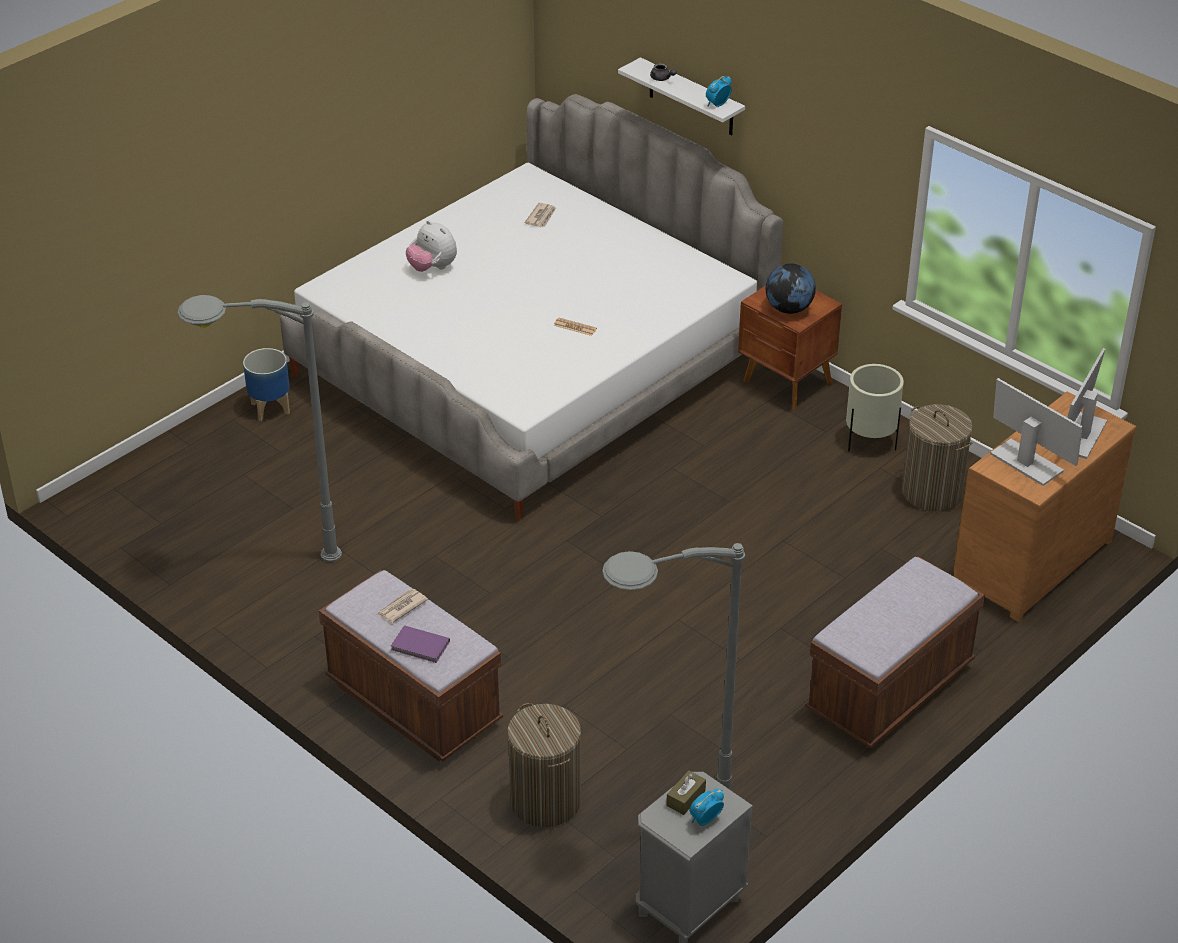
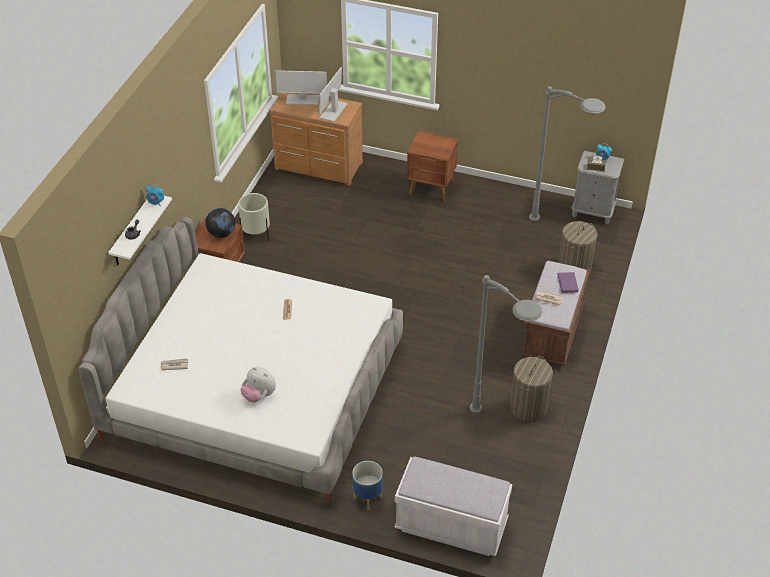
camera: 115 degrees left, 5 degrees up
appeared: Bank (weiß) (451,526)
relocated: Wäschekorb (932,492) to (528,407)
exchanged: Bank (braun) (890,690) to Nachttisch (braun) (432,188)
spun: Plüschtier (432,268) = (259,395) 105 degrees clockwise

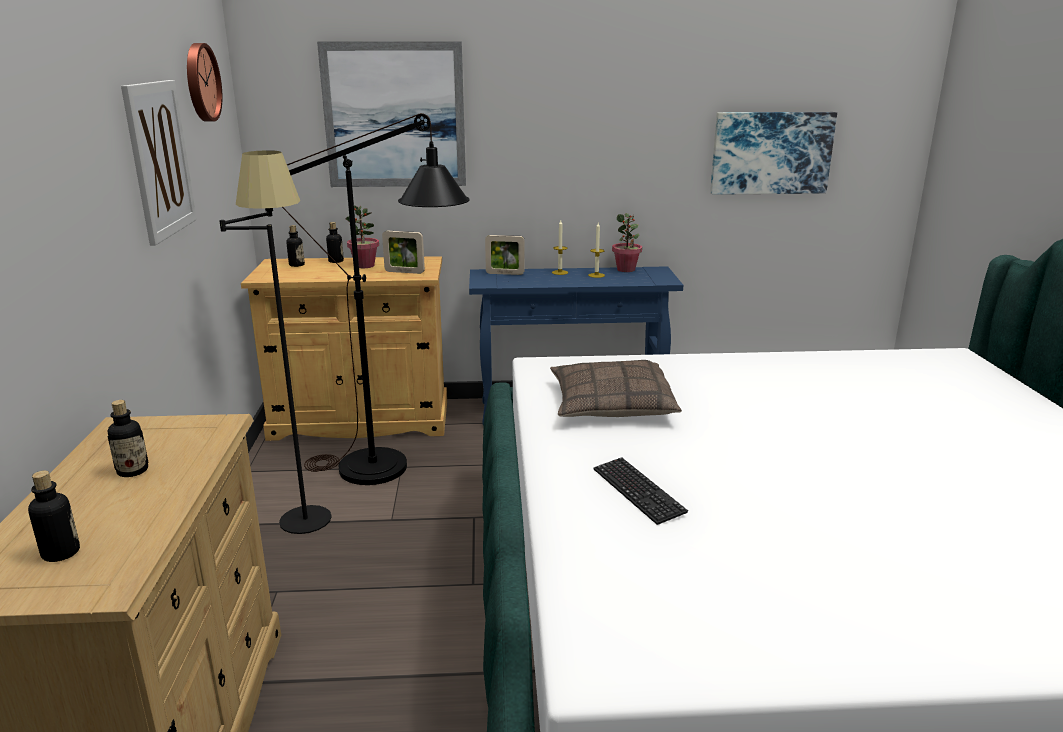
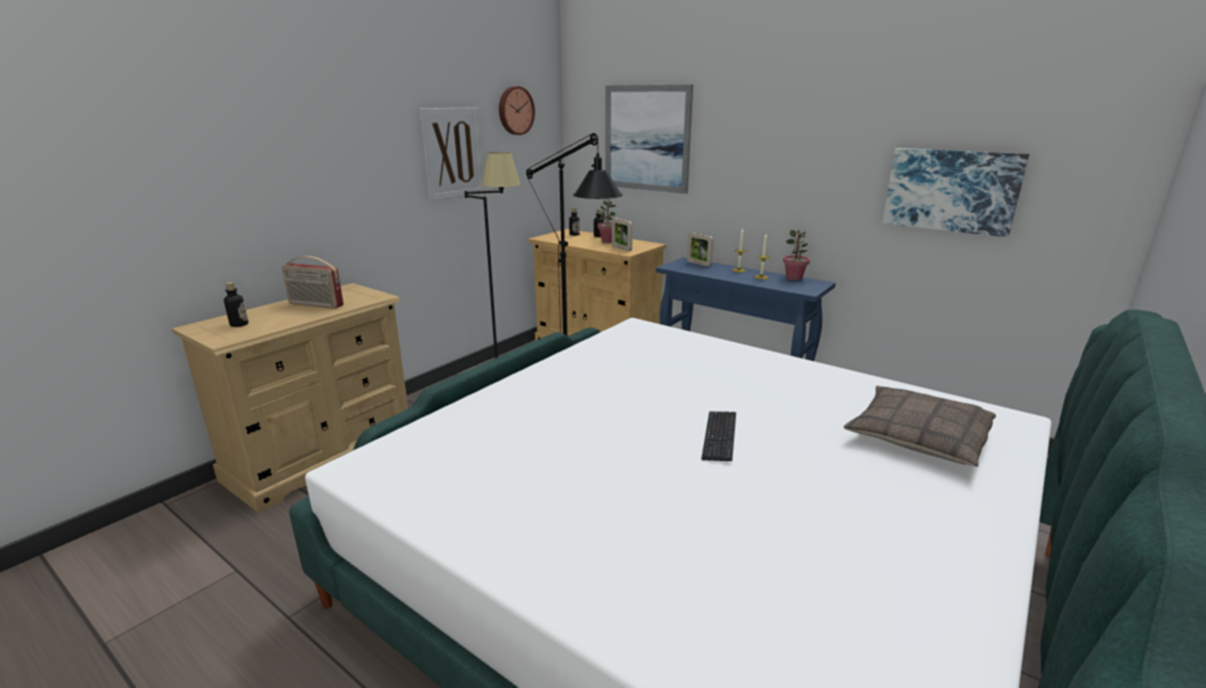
camera: 40 degrees right, 0 degrees up
relocated: Kissen (611,404) to (917,436); Tastatur (638,492) to (719,437)
exchanged: Flasche (132,471) to Radio (315,305)

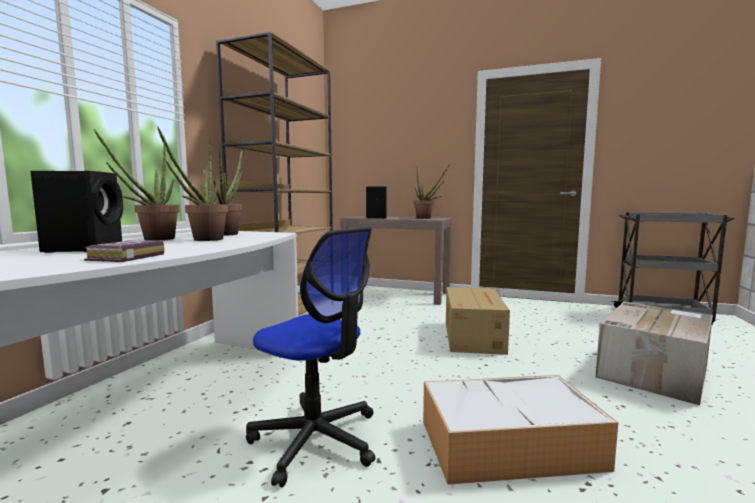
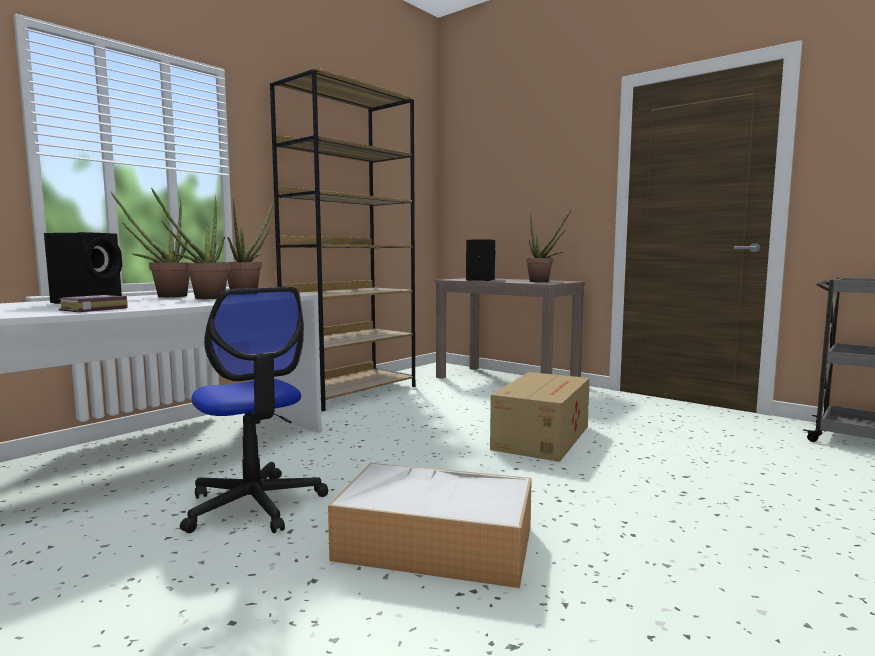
camera: 20 degrees right, 0 degrees up
missing: Karton (653,370)

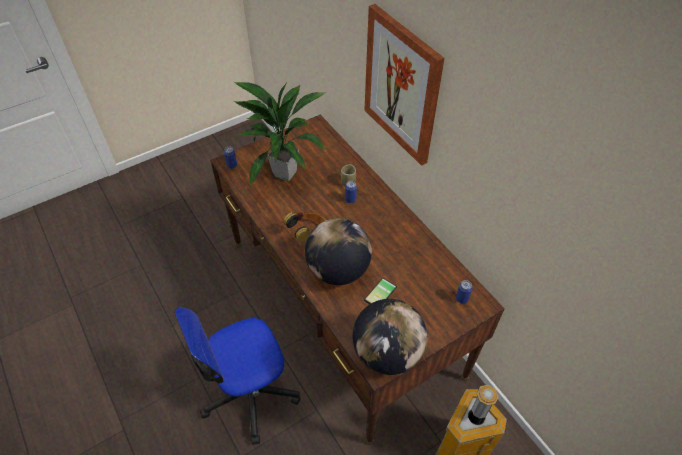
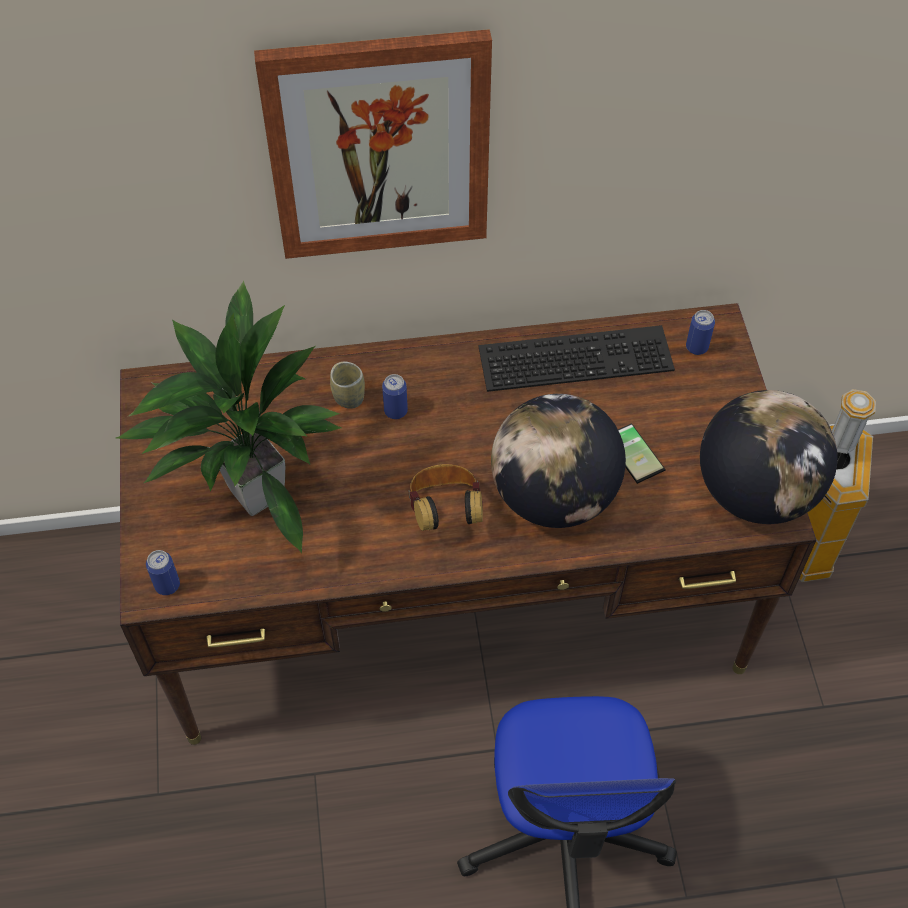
camera: 65 degrees left, 5 degrees up
appeared: Tastatur (577,355)

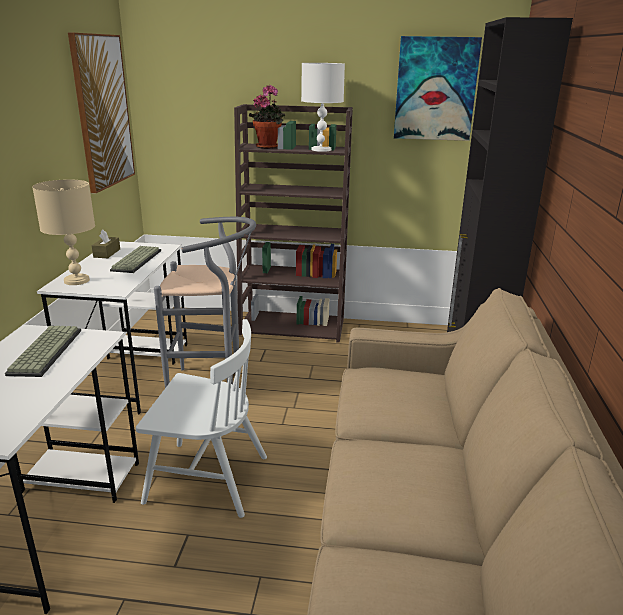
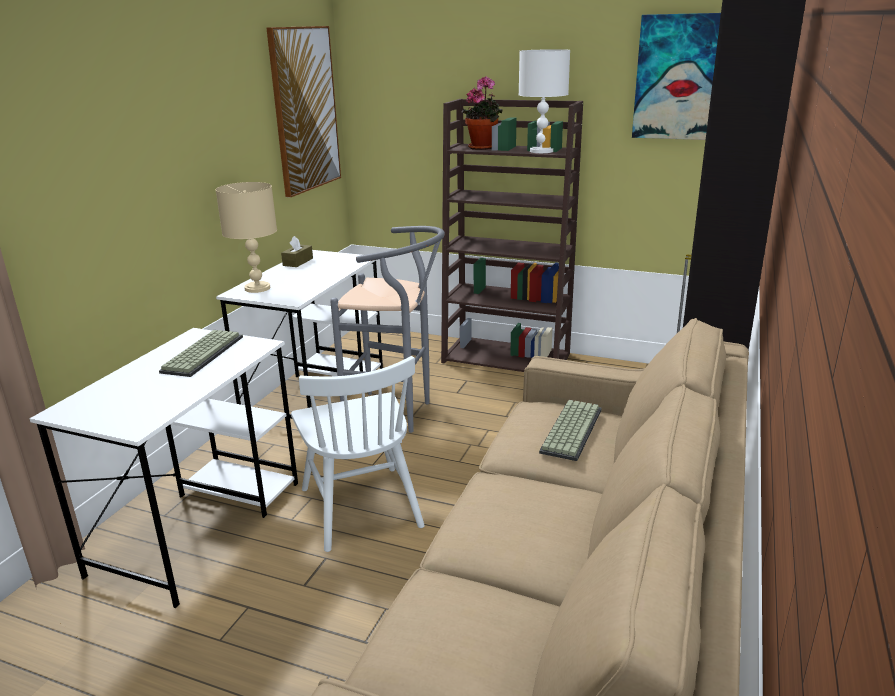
camera: 15 degrees right, 0 degrees up
relocated: Tastatur (136,260) to (570,429)
spun: Stuhl (weiß) (206,478) = (361,507) 45 degrees clockwise

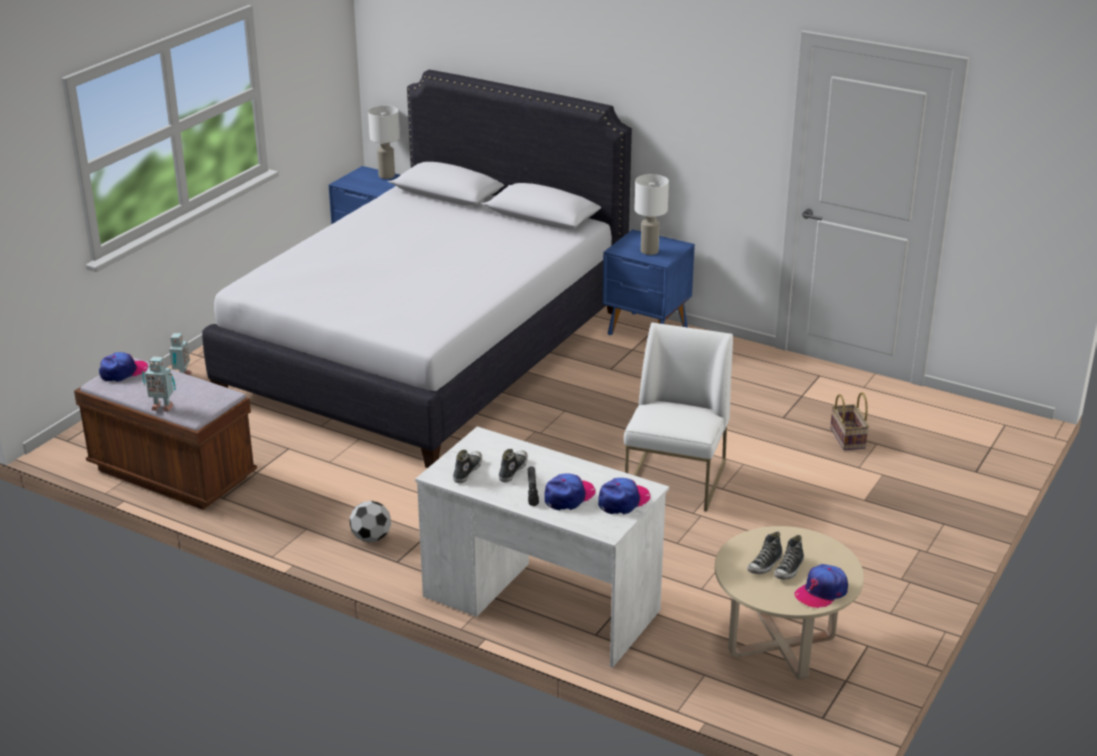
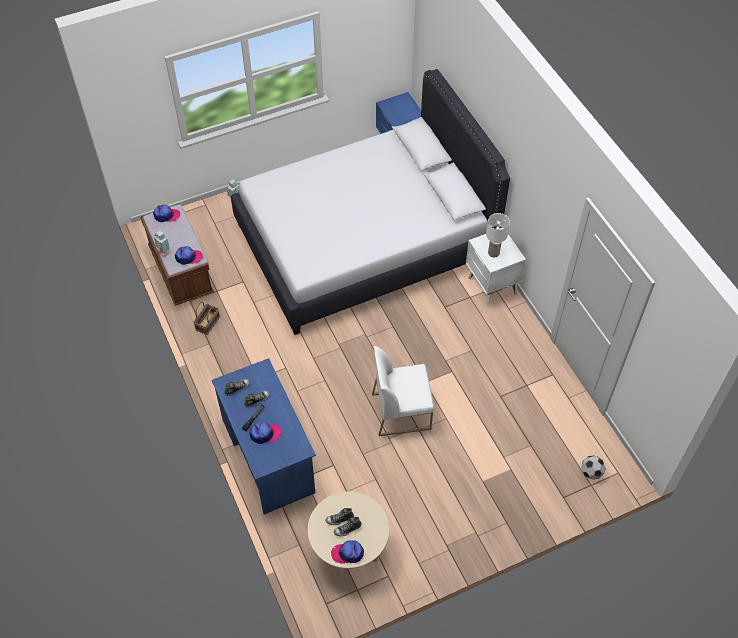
camera: 35 degrees right, 25 degrees up
missing: Tischlampe (weiß) (386,176)
relocated: Fußball (371,538) to (591,472); Kappe (623,501) to (188,257); Korb (849,438) to (208,324)
colour: Schreibtisch (weiß) (540,603) to Schreibtisch (blau) (268,455); Nachttisch (blau) (648,331) to Nachttisch (weiß) (492,286)
spun: Stuhl (weiß) (676,481) = (401,411) 150 degrees counterclockwise

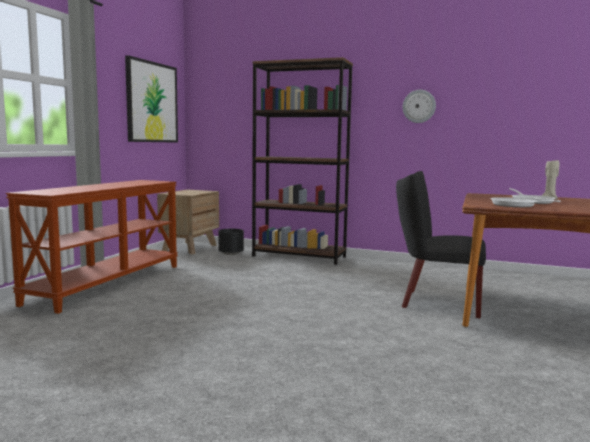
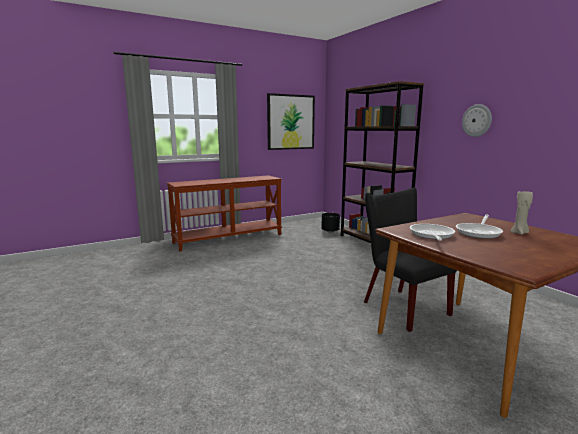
camera: 40 degrees right, 5 degrees up
missing: Nachttisch (braun) (190,248)

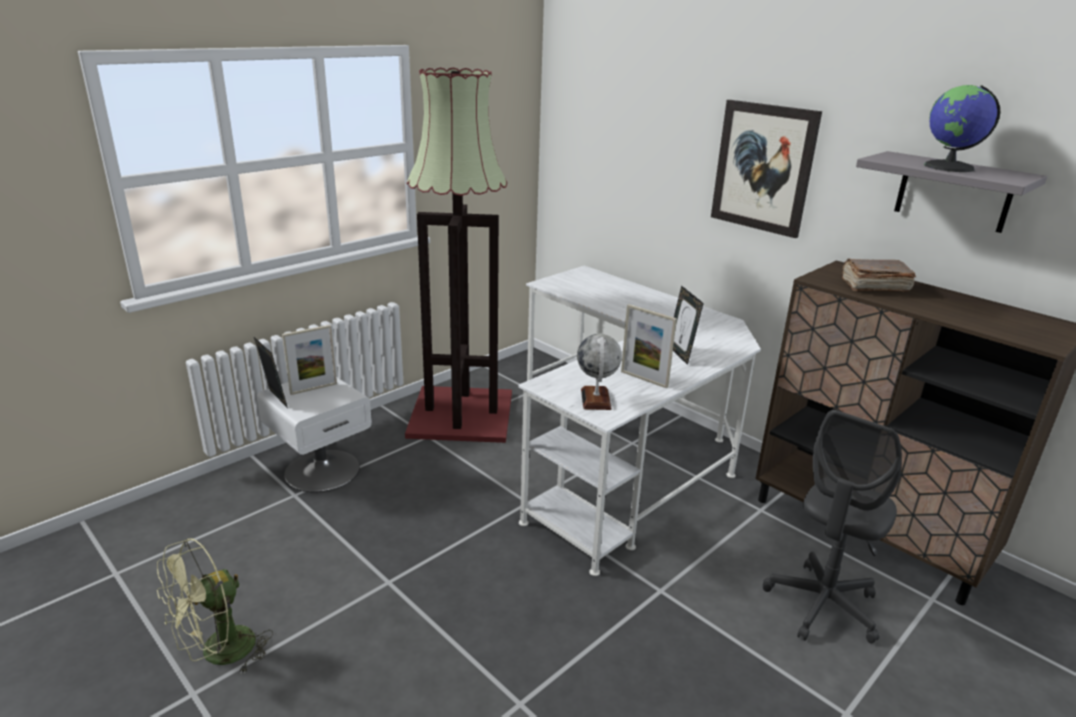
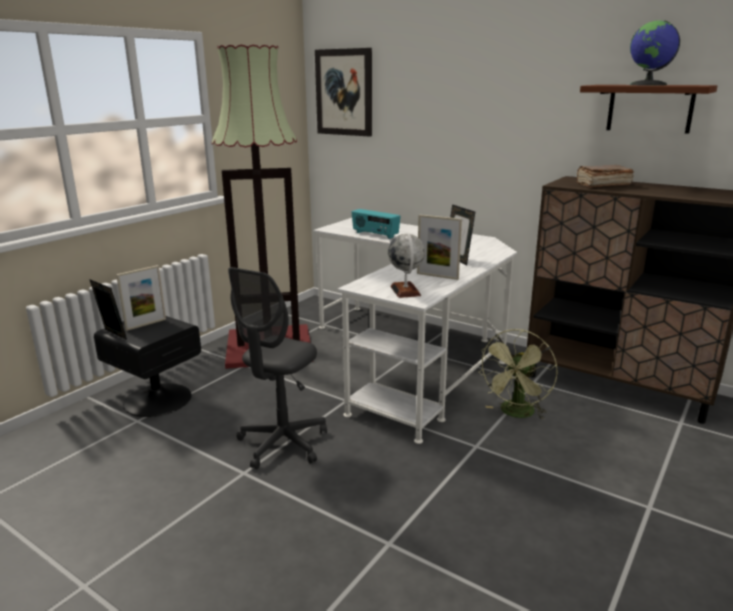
camera: 10 degrees left, 5 degrees down
appeared: Radio (375,235)
relocated: Ventilator (grün) (218,654) to (516,414); Bild (763,168) to (344,92); Bürostuhl (grau) (822,605) to (282,444)
colour: Nachttisch (weiß) (321,469) to Nachttisch (schwarz) (157,399); Wandregal (grau) (954,192) to Wandregal (braun) (650,108)

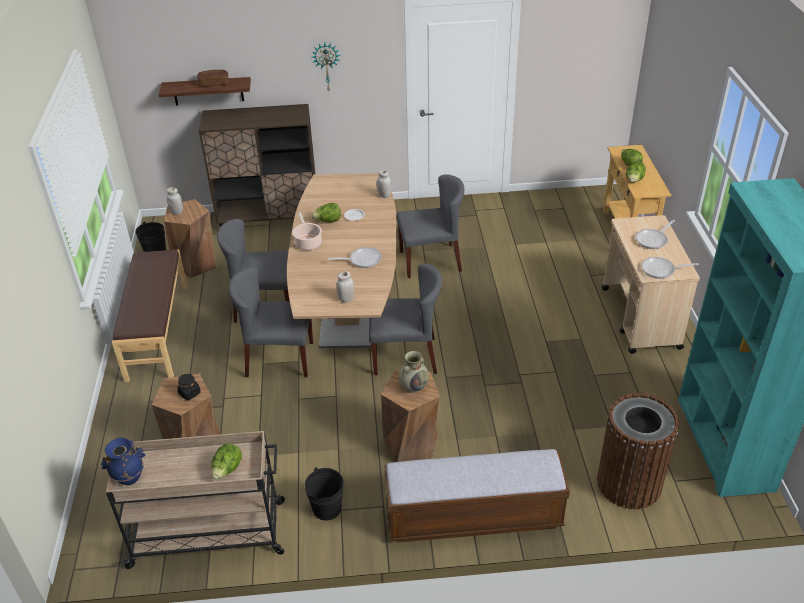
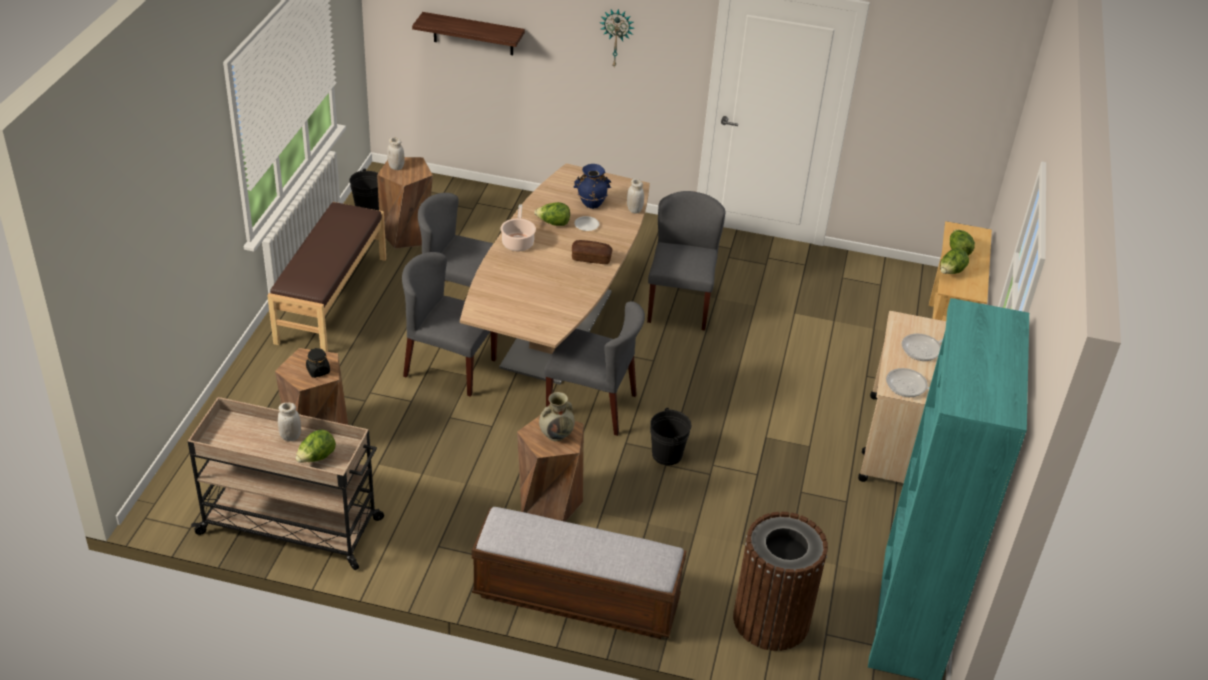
camera: 15 degrees right, 0 degrees up
missing: Schrank (braun) (270,219); Pfanne (362,260)
relocated: Vase (blau) (129,477) to (591,203); Brot (214,83) to (591,258); Eimer (schwarz) (327,508) to (667,454); Vorratsglas (weiß) (346,299) to (290,437)
spun: Stuhl (grau) (430,261) = (679,304) 90 degrees counterclockwise

